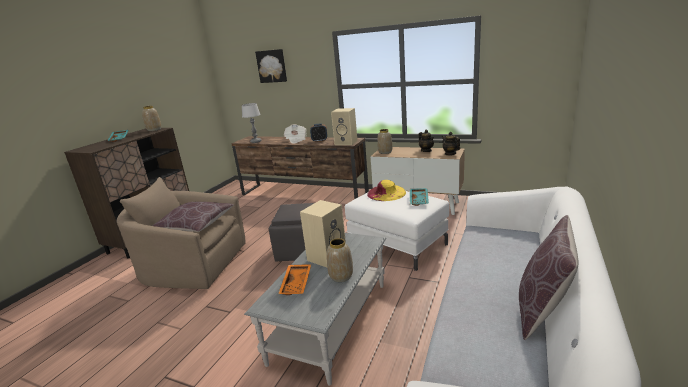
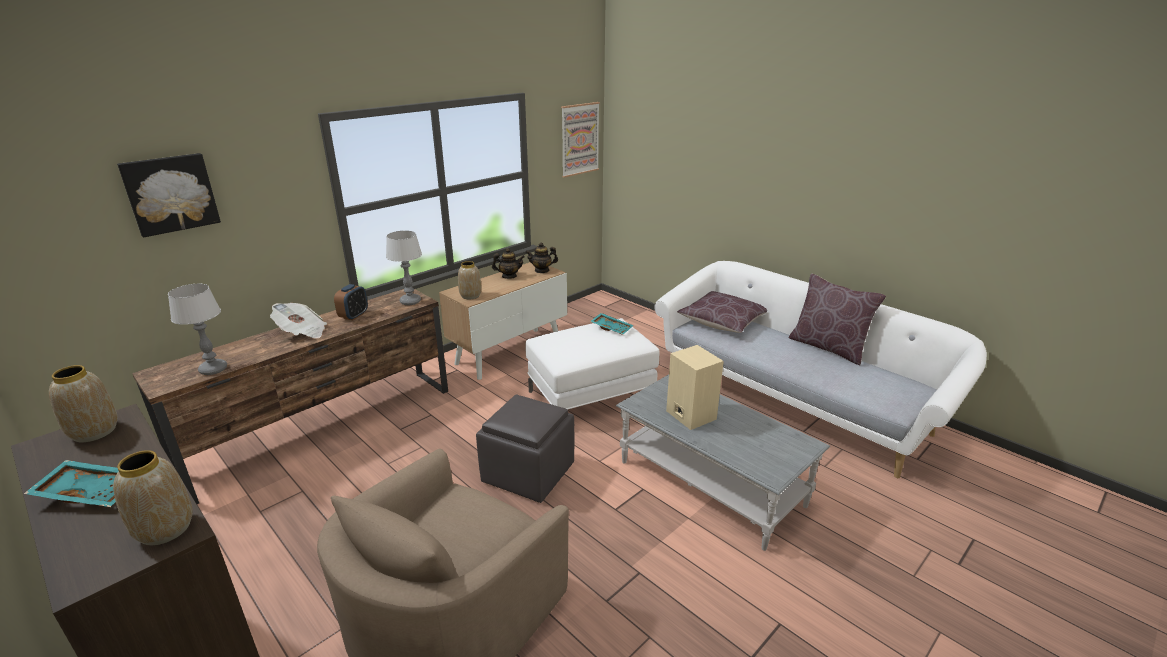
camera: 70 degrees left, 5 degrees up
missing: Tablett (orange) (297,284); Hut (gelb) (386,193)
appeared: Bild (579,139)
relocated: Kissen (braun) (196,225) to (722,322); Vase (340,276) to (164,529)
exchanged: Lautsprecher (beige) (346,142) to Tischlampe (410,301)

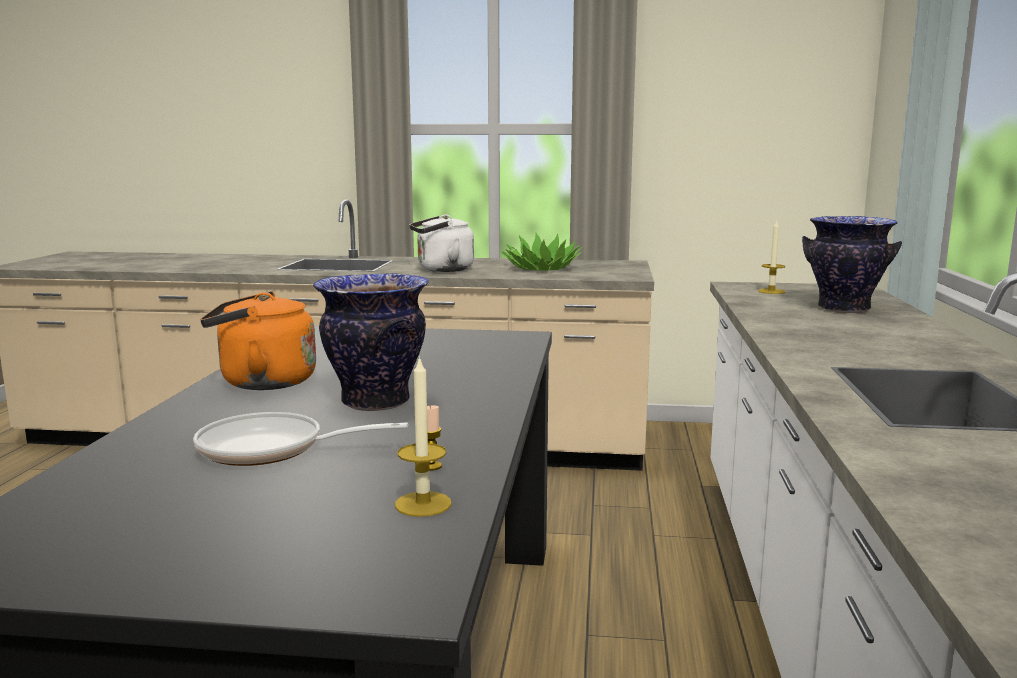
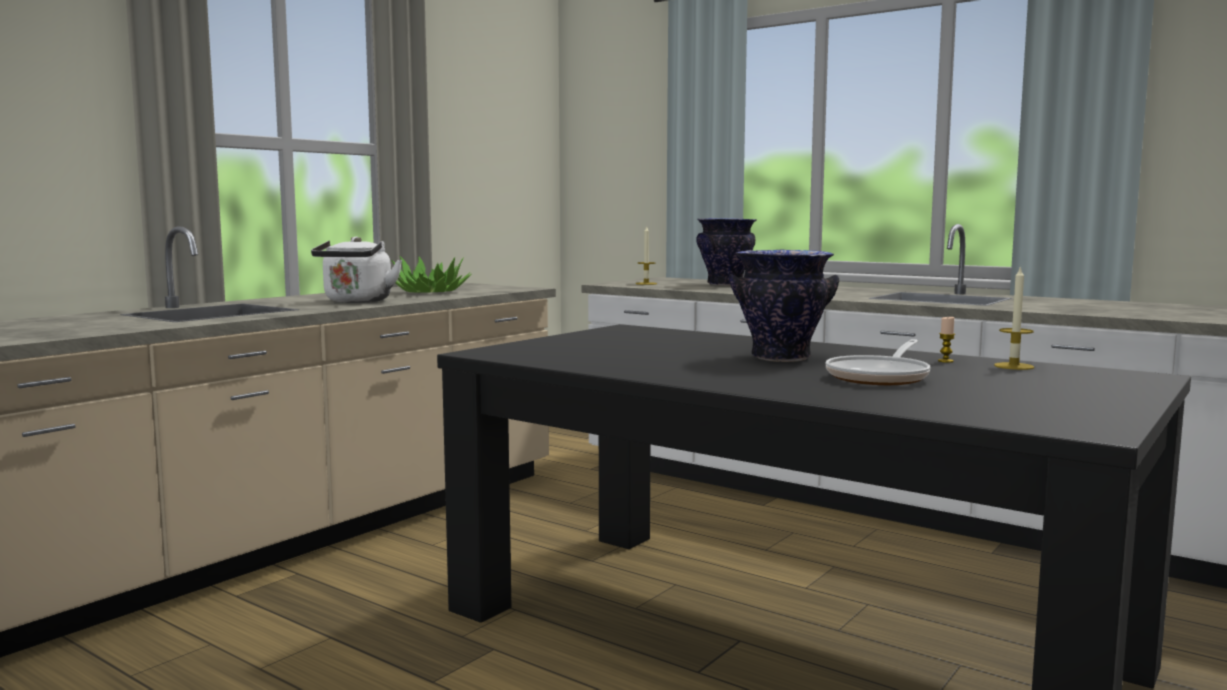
camera: 60 degrees left, 5 degrees down
missing: Wasserkessel (orange) (262,382)

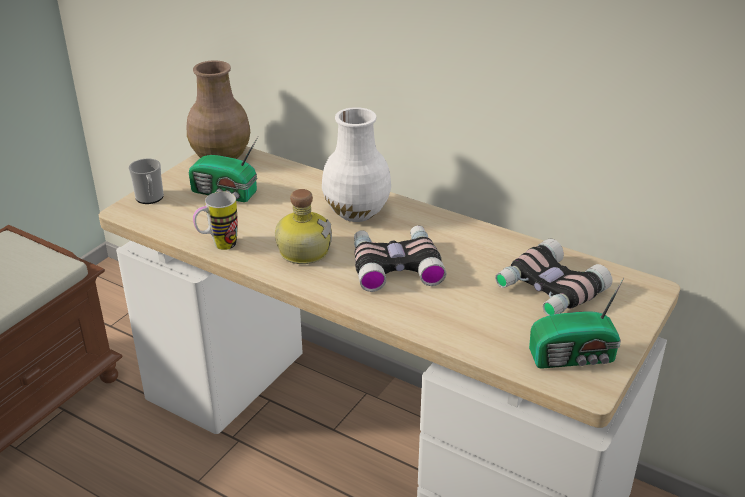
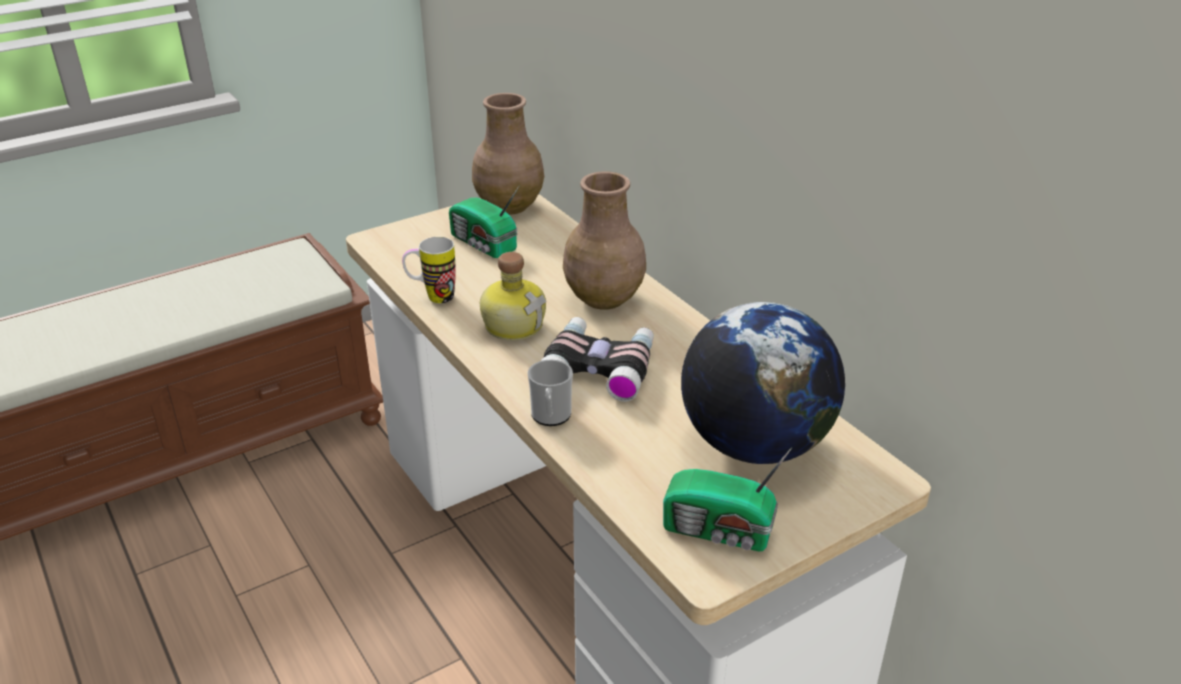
camera: 25 degrees right, 0 degrees up
relocated: Henkelbecher (150,198) to (551,417)
exchanged: Fernglas (548,290) to Globus (754,444)
colour: Vase (weiß) (357,213) to Vase (braun) (604,299)

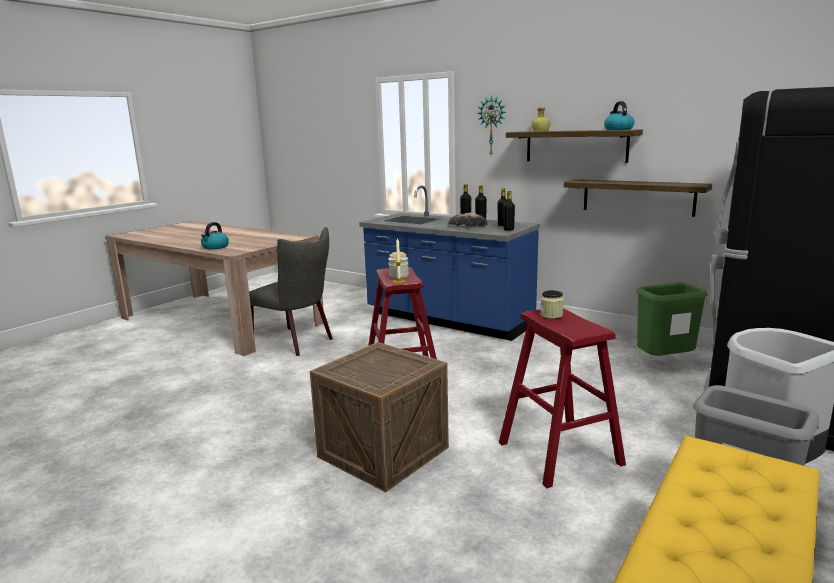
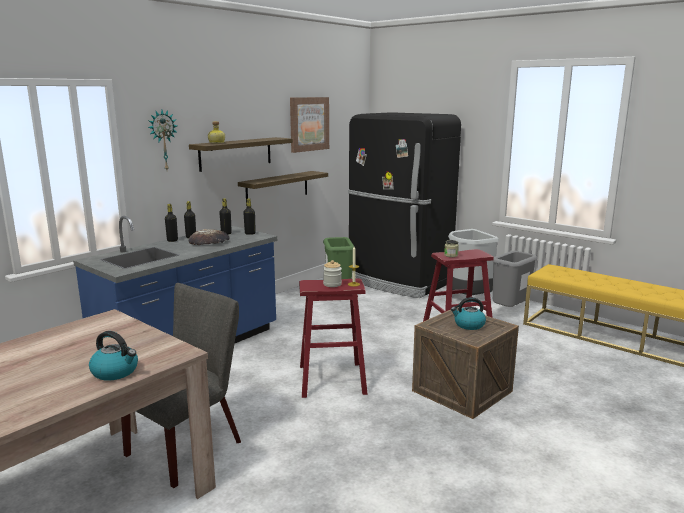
camera: 85 degrees left, 0 degrees up
appeared: Bild (309,124)
relocated: Wasserkessel (618,129) to (468,325)

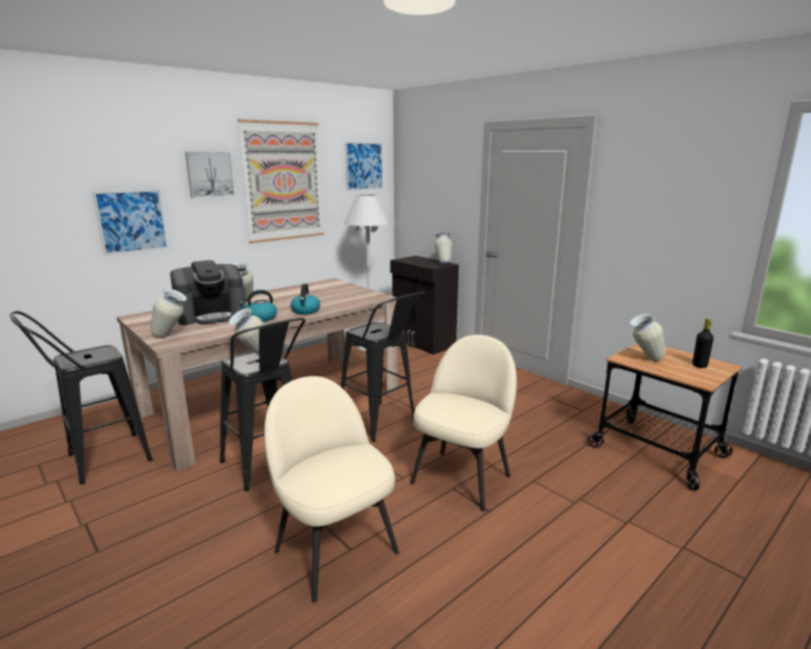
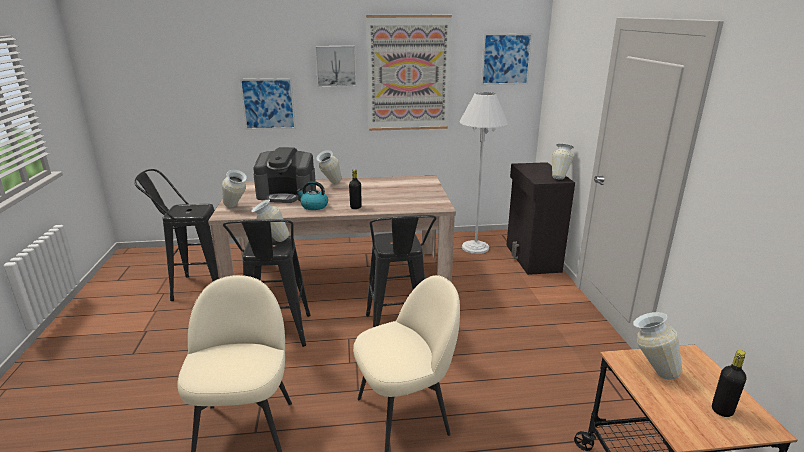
camera: 35 degrees right, 5 degrees up
exchanged: Wasserkessel (306,311) to Flasche (schwarz) (355,207)

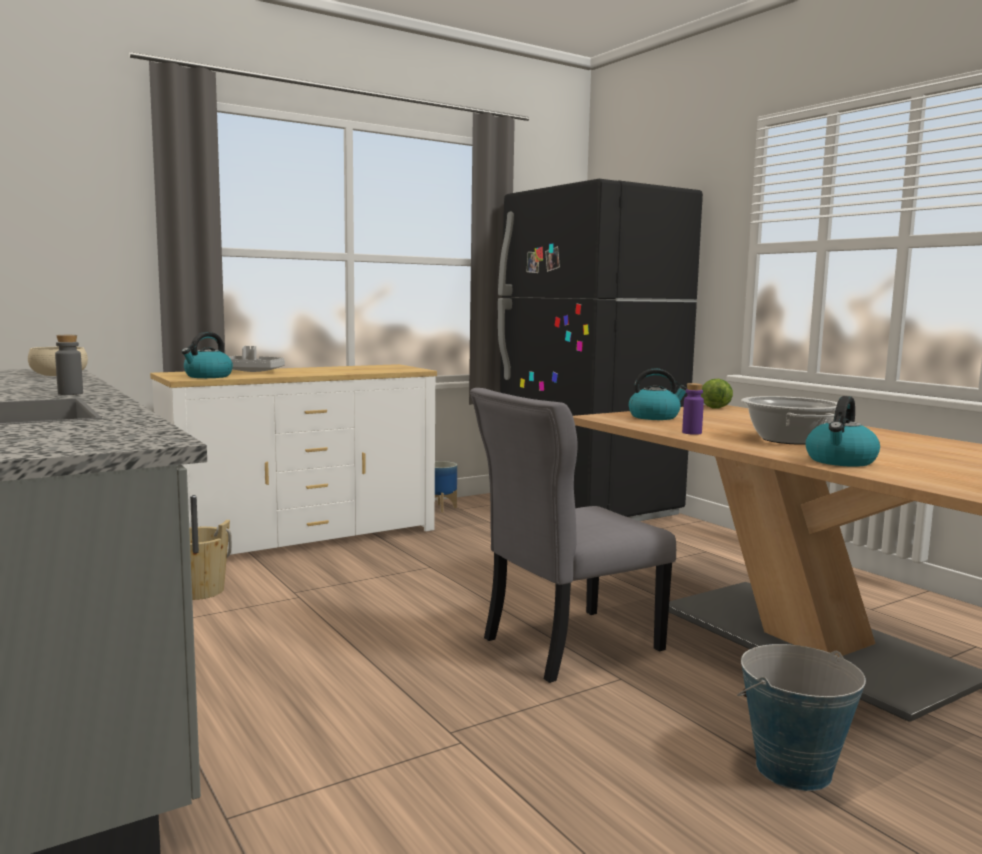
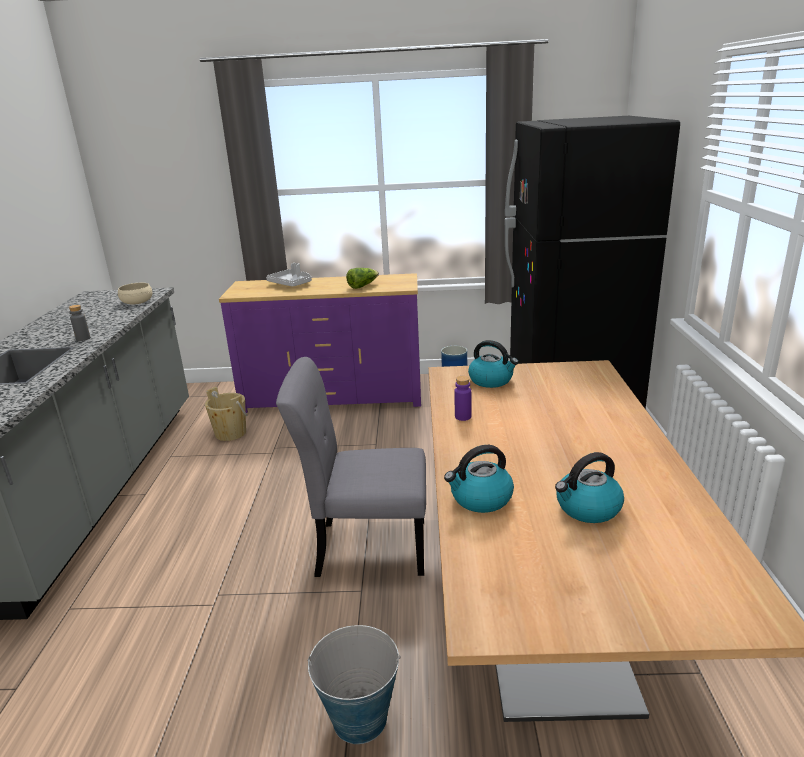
camera: 35 degrees right, 15 degrees up
missing: Kochtopf (789,440)
relocated: Wasserkessel (208,376) to (587,508); Salatkopf (715,406) to (362,286)
colour: Kommode (weiß) (302,538) to Kommode (lila) (333,397)

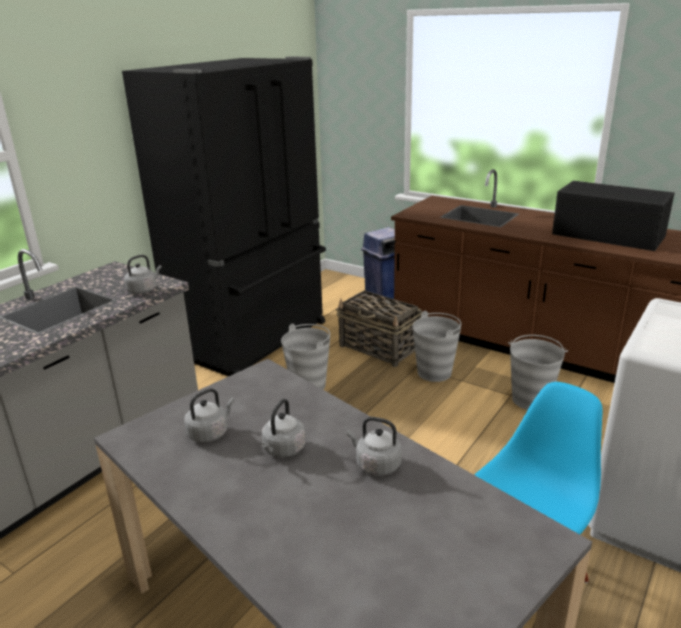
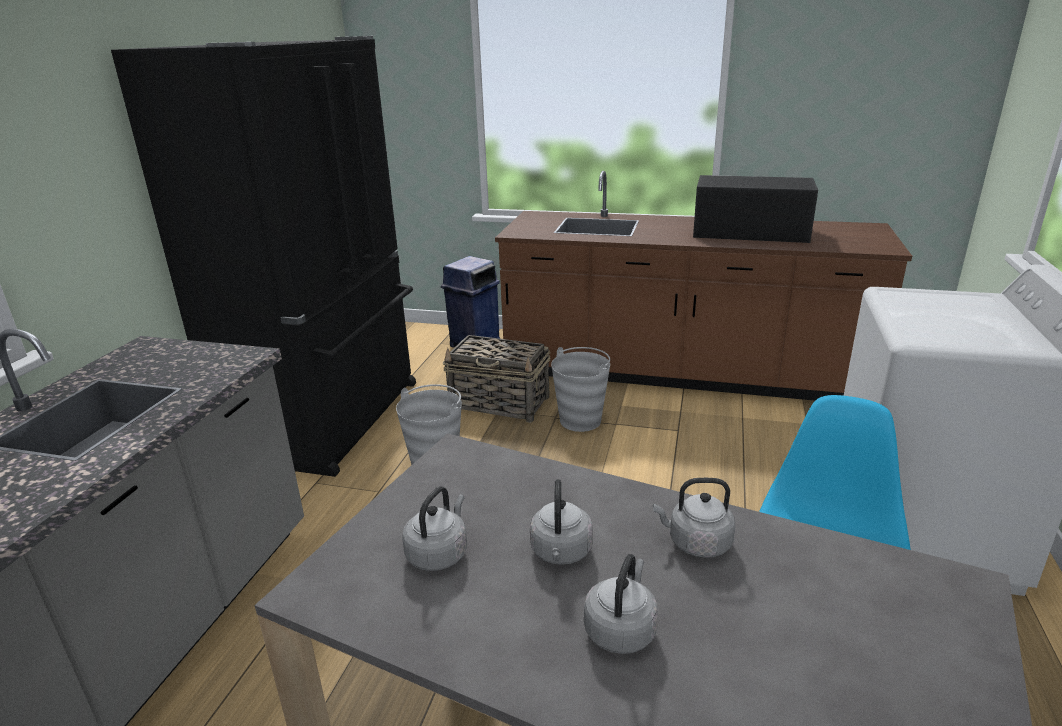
camera: 20 degrees left, 0 degrees up
missing: Eimer (grau) (531,400)
relocated: Wasserkessel (grau) (144,290) to (621,629)

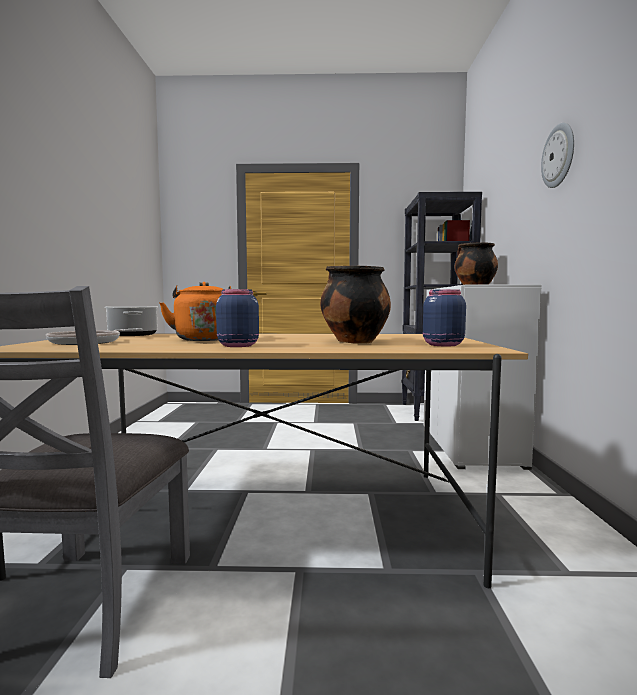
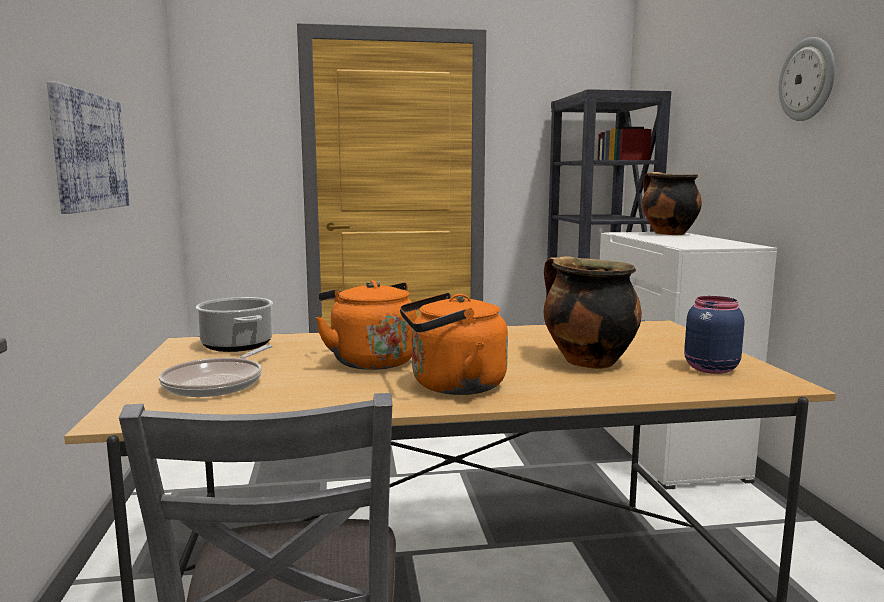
camera: 10 degrees left, 5 degrees up
appeared: Bild (89,152)
exchanged: Vorratsglas (blau) (237,345) to Wasserkessel (orange) (452,386)

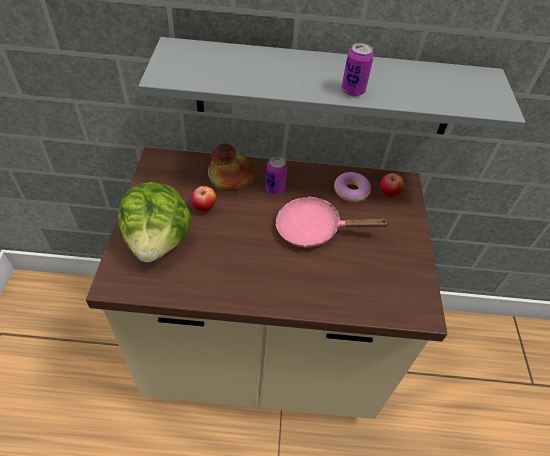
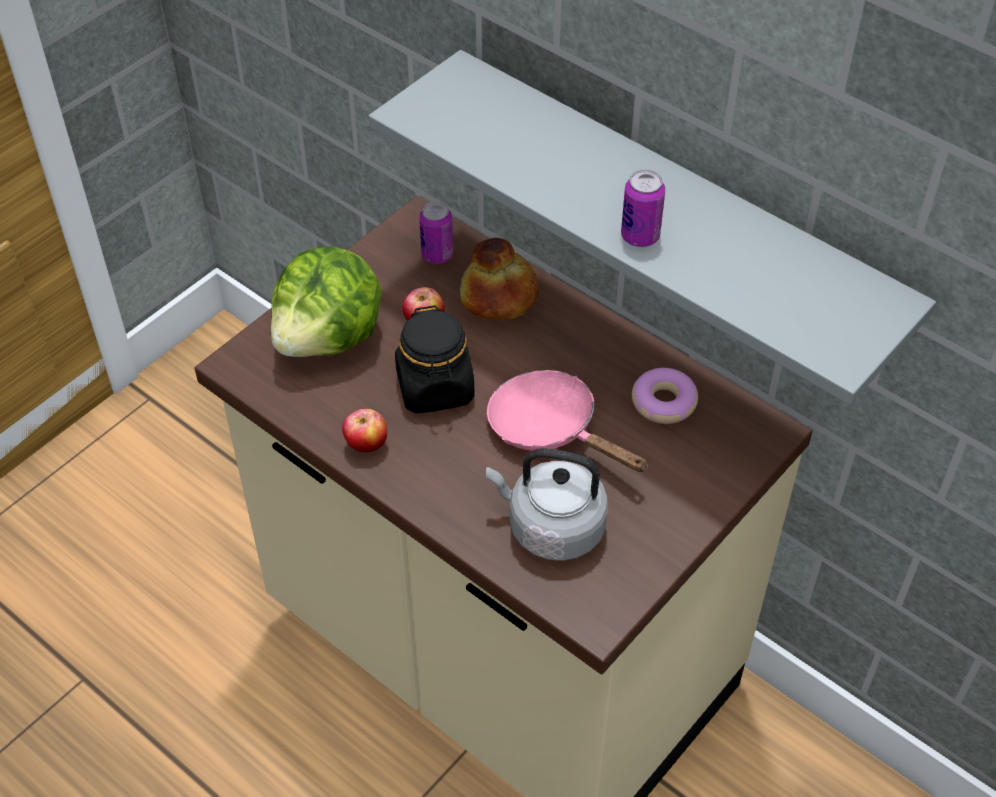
camera: 40 degrees right, 0 degrees up
appeared: Vorratsglas (schwarz) (435,388); Wasserkessel (grau) (551,528)
relocated: Dose (275,189) to (437,255); Apfel (388,194) to (366,446)

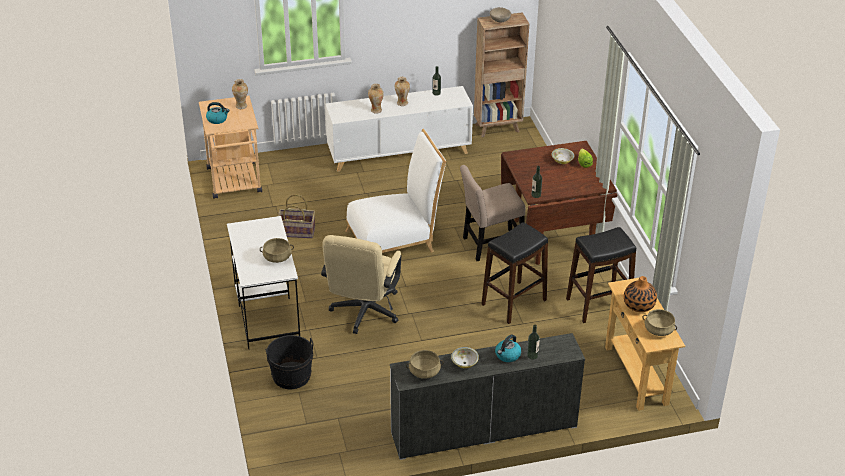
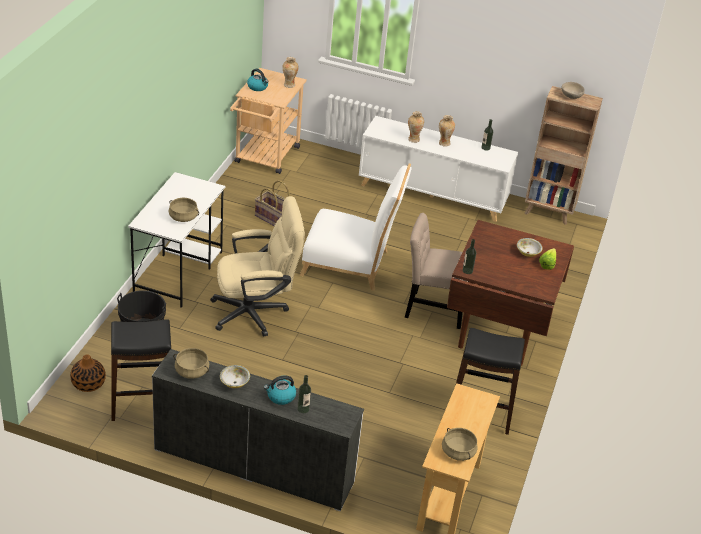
camera: 30 degrees right, 0 degrees up
relocated: Hocker (schwarz) (514,302) to (143,403); Vase (639,305) to (88,383)
spun: Bürostuhl (beige) (363,314) = (256,312) 150 degrees counterclockwise

